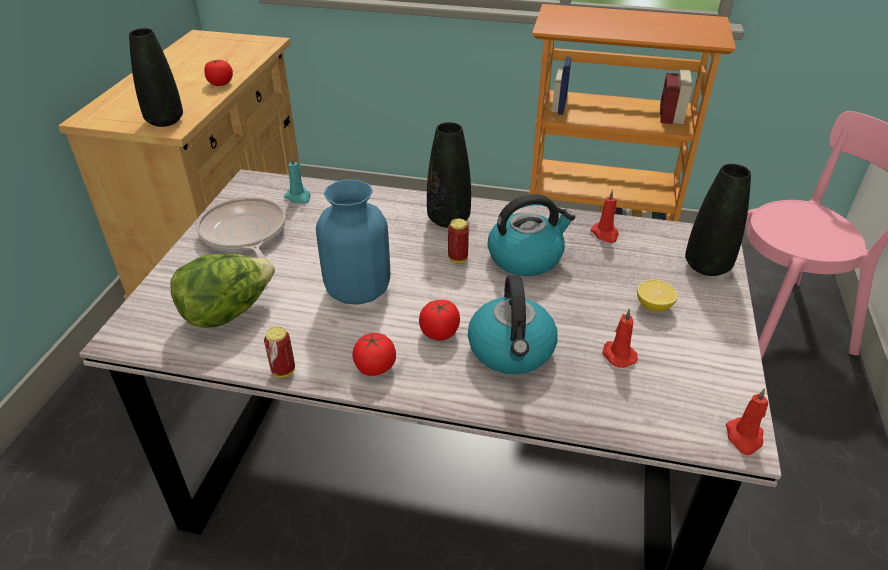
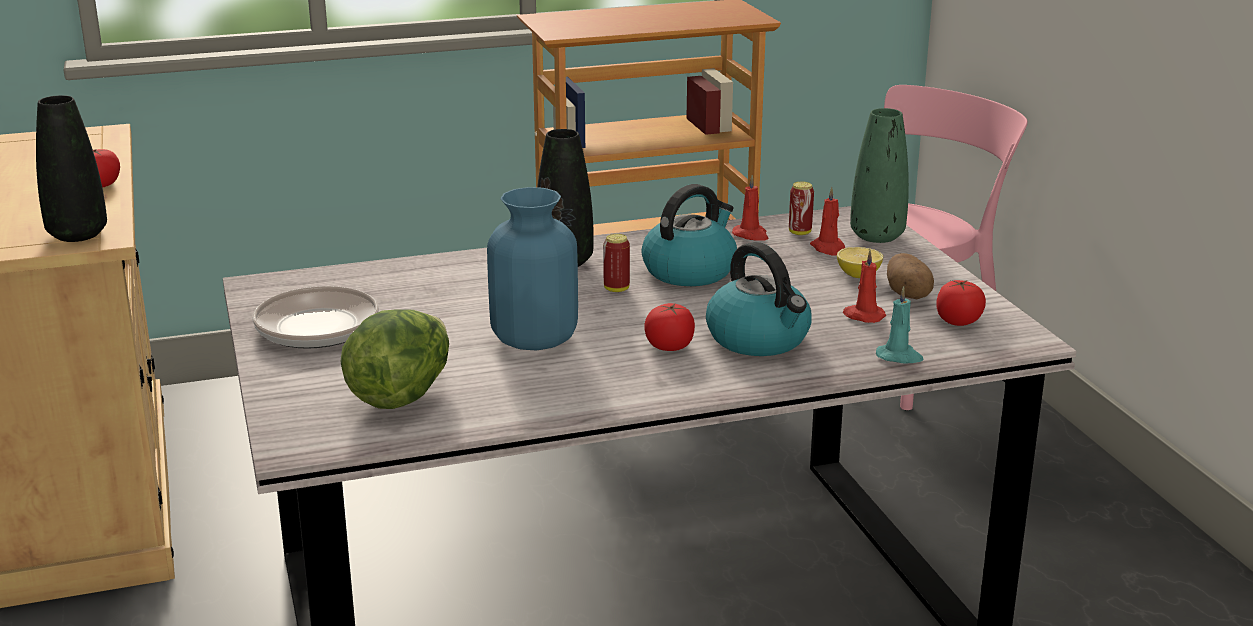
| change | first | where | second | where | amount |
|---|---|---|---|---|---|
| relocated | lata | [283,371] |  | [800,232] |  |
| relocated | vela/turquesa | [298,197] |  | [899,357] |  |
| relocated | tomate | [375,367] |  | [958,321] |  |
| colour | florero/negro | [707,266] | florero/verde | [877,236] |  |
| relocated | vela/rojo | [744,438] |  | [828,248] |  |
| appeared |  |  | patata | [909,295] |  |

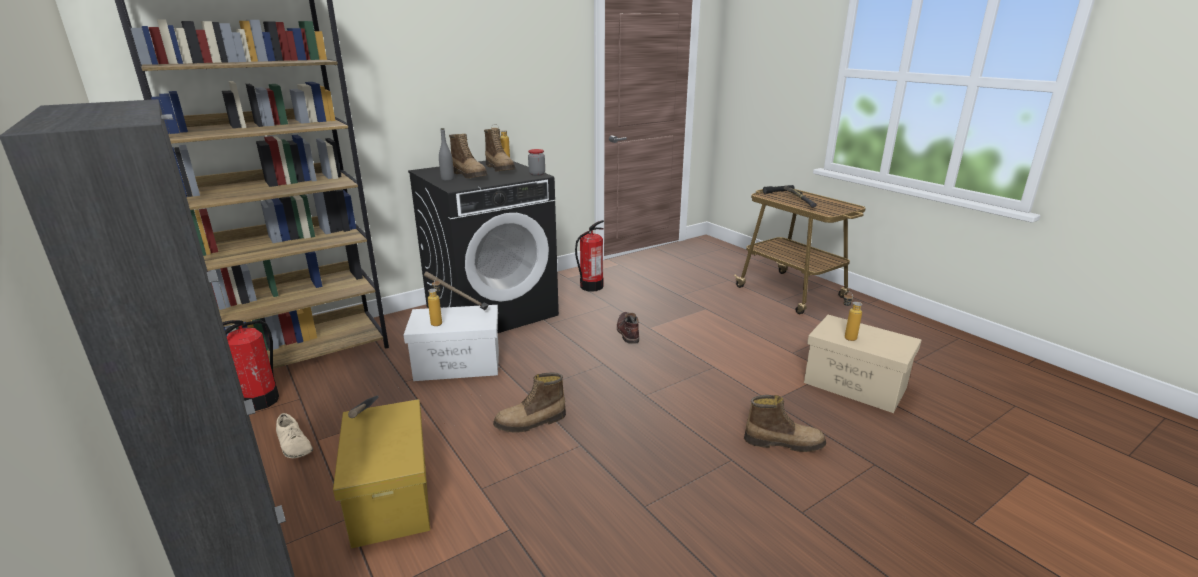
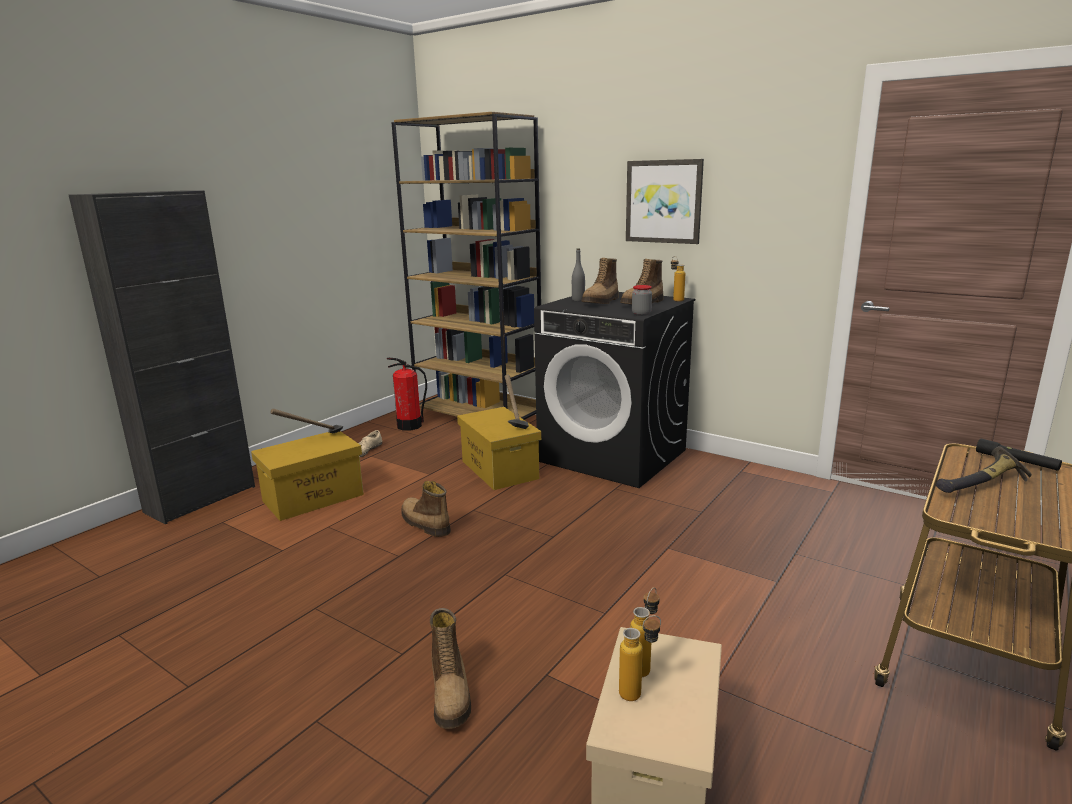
| change | first | where | second | where | amount |
|---|---|---|---|---|---|
| colour | caja de almacenaje/blanco | [458,364] | caja de almacenaje/amarillo | [500,470] |  |
| relocated | botella | [438,322] |  | [638,692] |  |
| missing | extintor | [591,286] |  |  |  |
| missing | bota/marrón | [627,332] |  |  |  |
| appeared |  |  | cuadro | [663,201] |  |

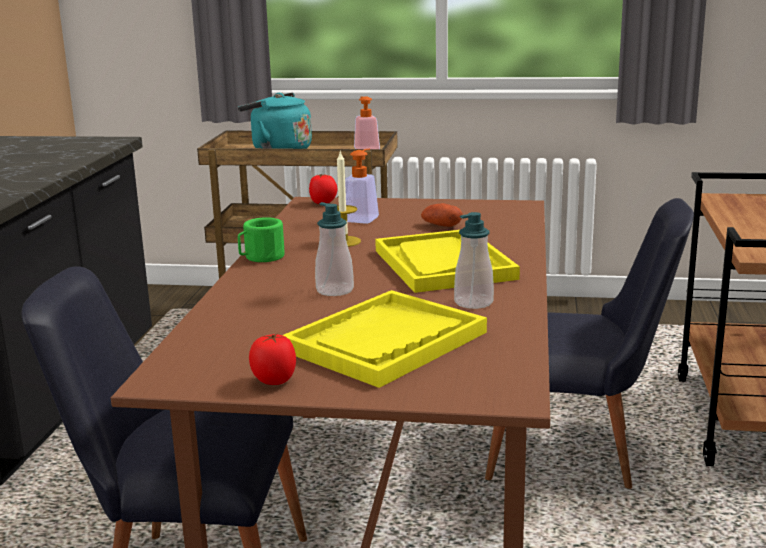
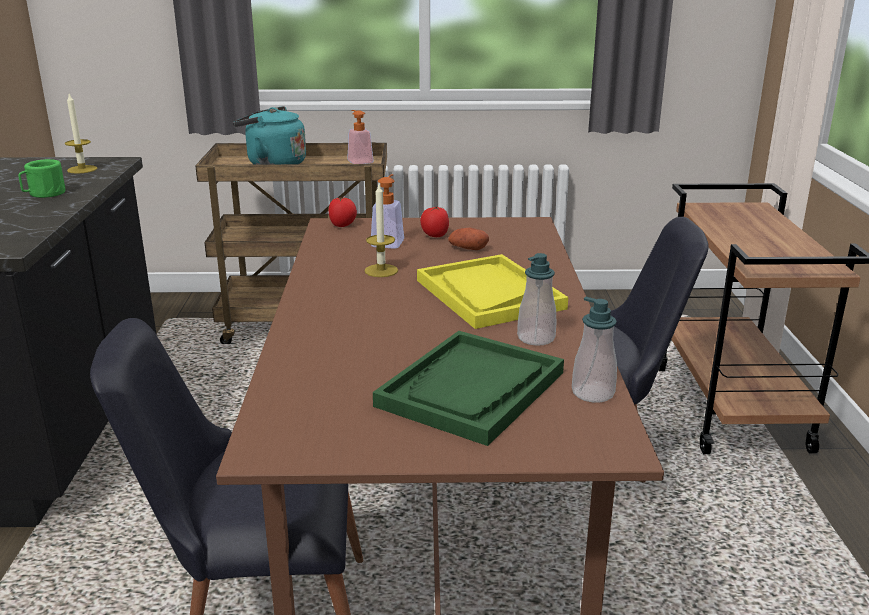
| change | first | where | second | where | amount |
|---|---|---|---|---|---|
| relocated | taza grande/verde | [261,257] |  | [43,194] |  |
| relocated | tomate | [274,381] |  | [435,236] |  |
| colour | bandeja/amarillo | [386,342] | bandeja/verde | [471,389] |  |
| relocated | dispensador de jabón | [334,290] |  | [593,393] |  |
| appeared |  |  | vela | [82,169] |  |

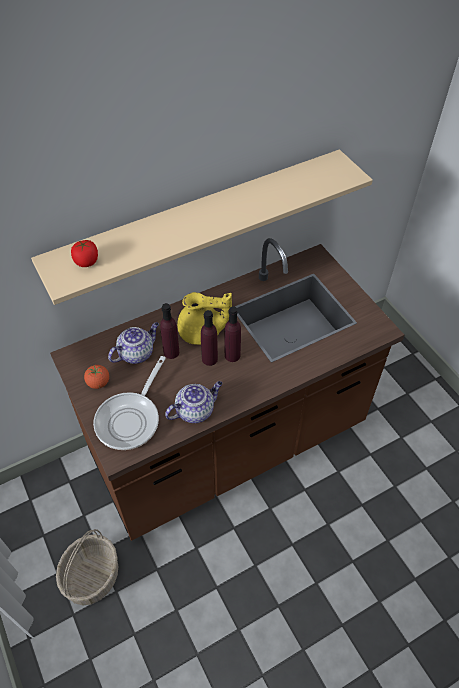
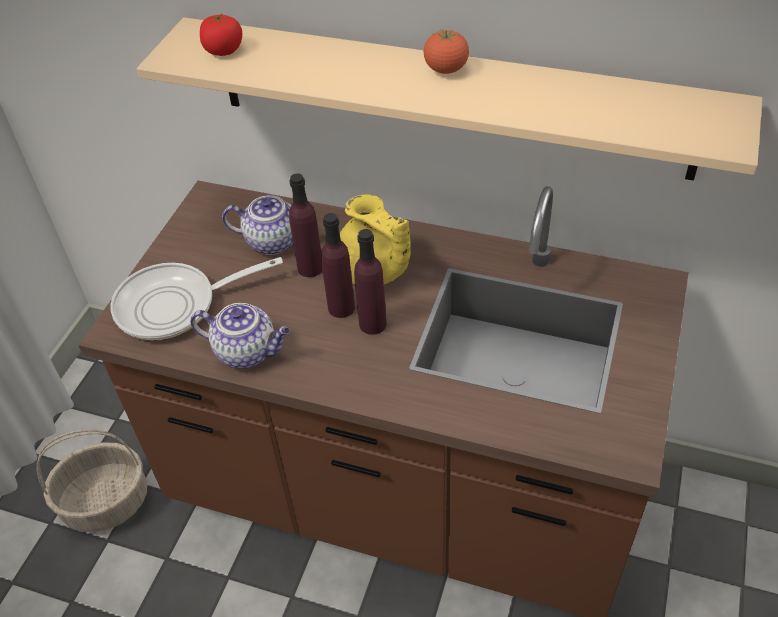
| change | first | where | second | where | amount |
|---|---|---|---|---|---|
| relocated | tomate | [98,383] |  | [446,70] |  |

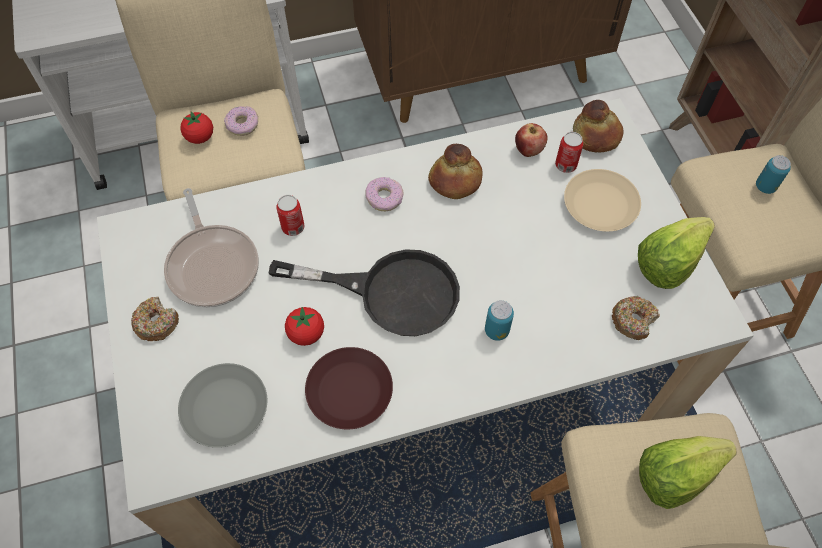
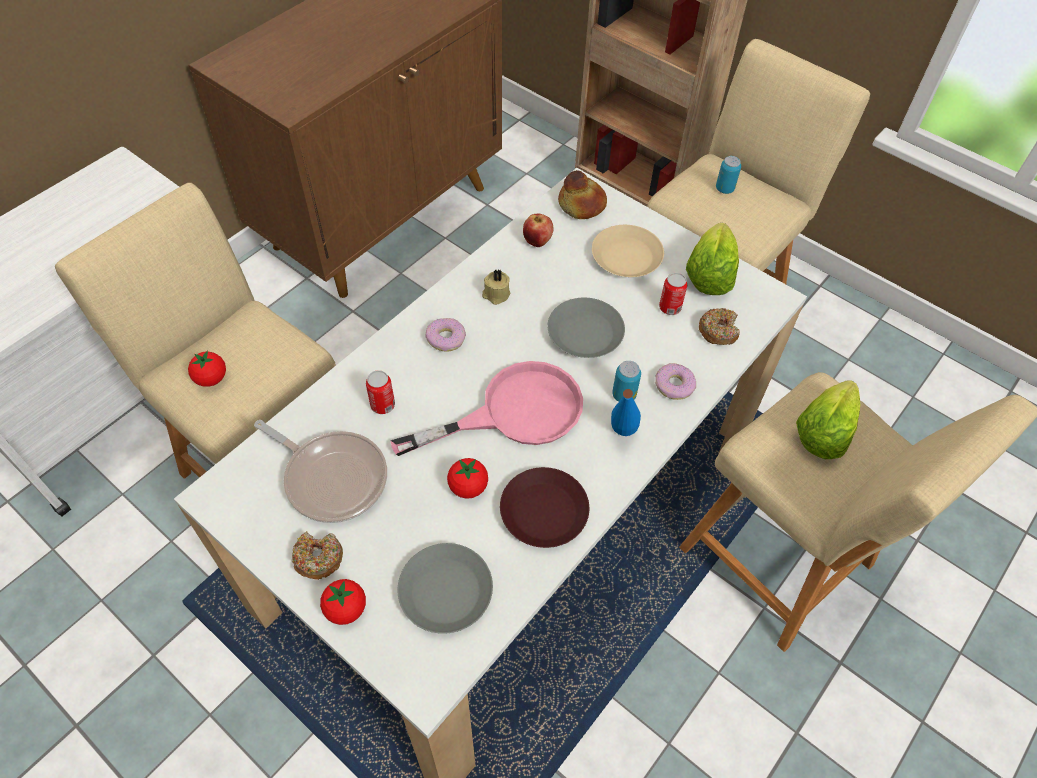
| change | first | where | second | where | amount |
|---|---|---|---|---|---|
| relocated | rosquilla | [242,125] |  | [674,386] |  |
| colour | sartén/negro | [390,292] | sartén/rosa | [514,412] |  |
| exchanged | pan | [455,181] | vela/beis | [496,294] |  |
| relocated | lata | [565,165] |  | [670,307] |  |
| appeared |  |  | tomate | [346,609] |  |
| appeared |  |  | plato/gris | [585,333] |  |
| appeared |  |  | botella/azul | [620,438] |  |

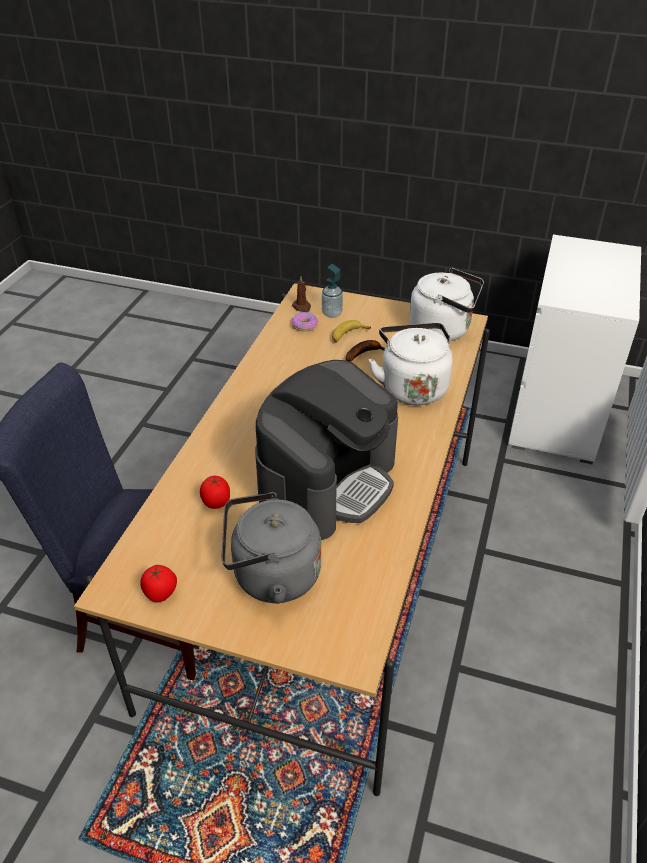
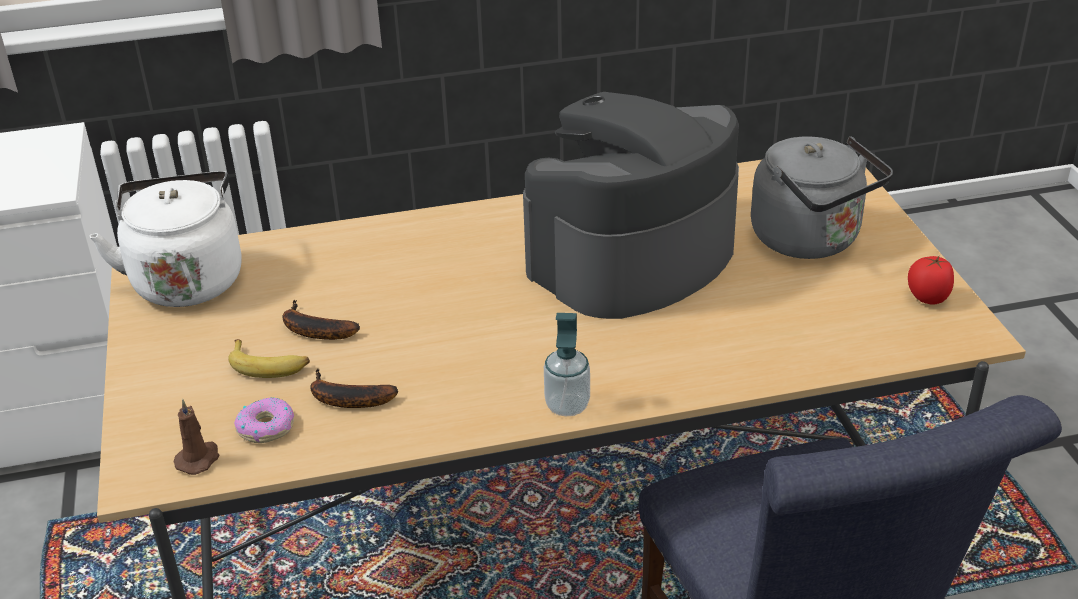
| change | first | where | second | where | amount |
|---|---|---|---|---|---|
| missing | tomate | [216,502] |  |  |  |
| spun | cafetera | [327,481] |  | [631,258] | 45 degrees counterclockwise |
| relocated | dispensador de jabón | [332,313] |  | [567,406] |  |
| missing | hervidor/blanco | [412,386] |  |  |  |
| appeared |  |  | plátano | [345,399] |  |

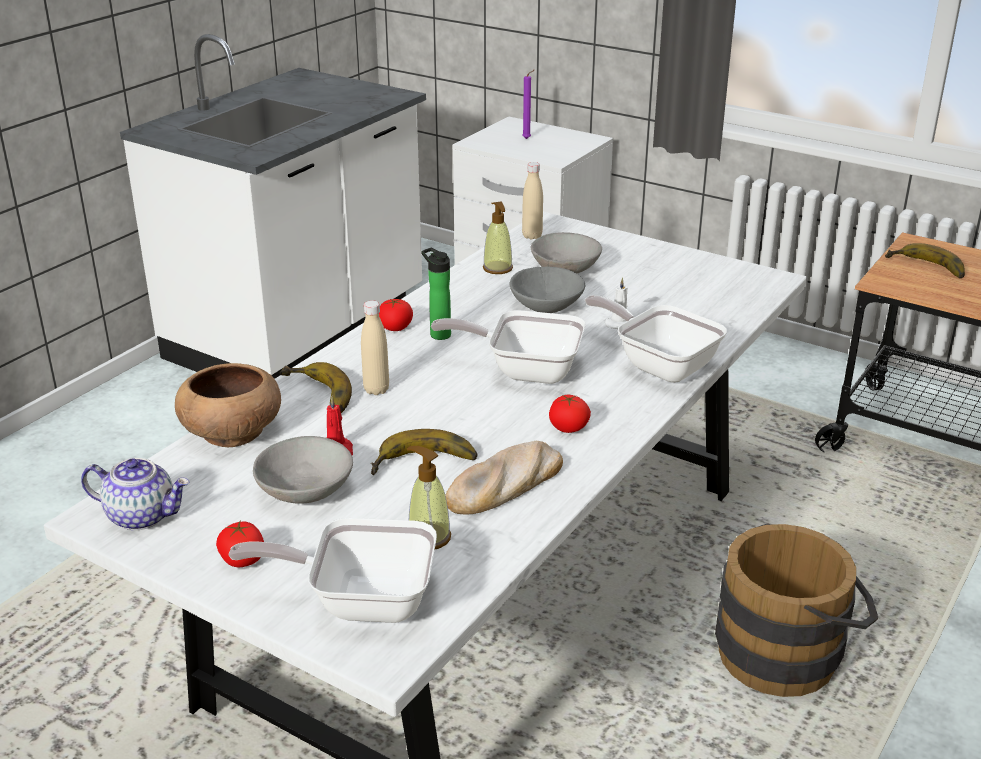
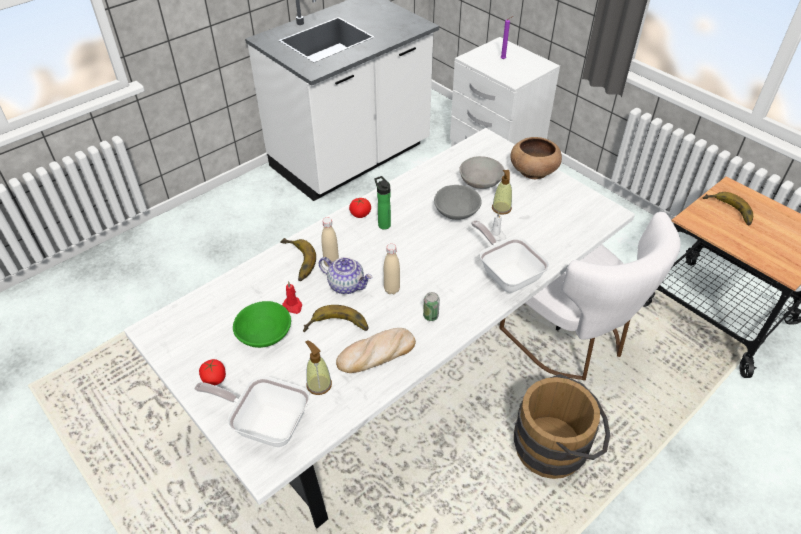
| change | first | where | second | where | amount |
|---|---|---|---|---|---|
| relocated | tetera | [142,515] |  | [347,285] |  |
| relocated | cuenco/marrón | [231,432] |  | [533,171] |  |
| colour | cuenco/gris | [304,491] | cuenco/verde | [264,334] |  |
| missing | sartén | [525,370] |  |  |  |
| relocated | dispensador de jabón | [498,268] |  | [501,208] |  |
| relocated | botella/beis | [532,236] |  | [391,289] |  |
| exchanged | tomate | [568,428] | lata | [430,316] |  |
| appeared |  |  | silla/blanco | [571,340] |  |

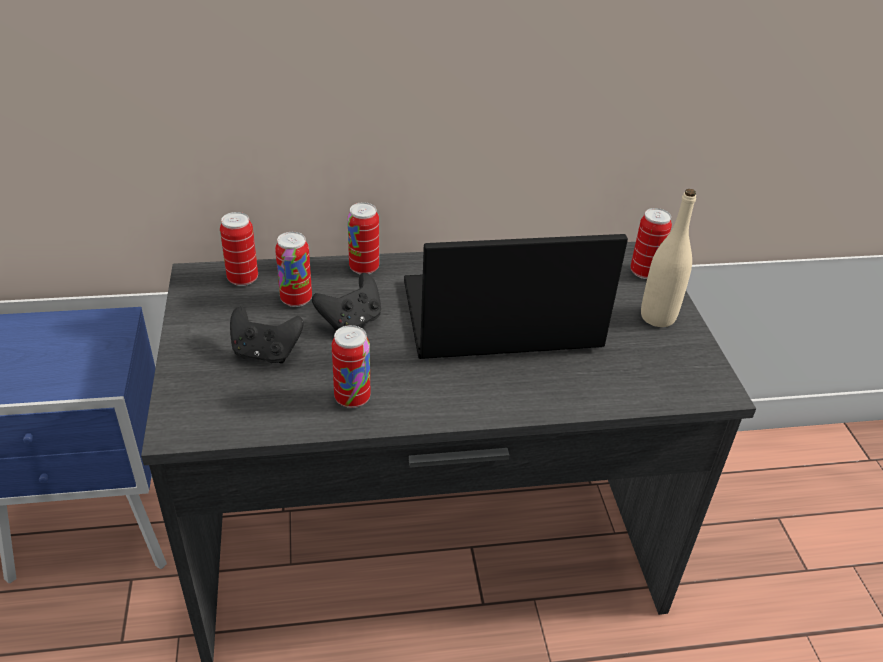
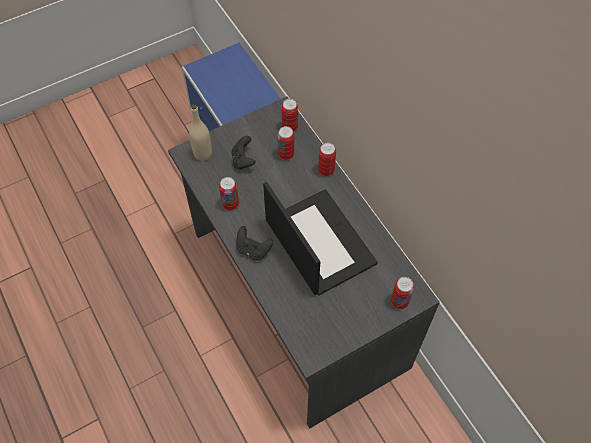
| change | first | where | second | where | amount |
|---|---|---|---|---|---|
| relocated | mando de consola/negro | [351,321] |  | [253,250] |  |
| relocated | botella/beis | [657,317] |  | [203,154] |  |

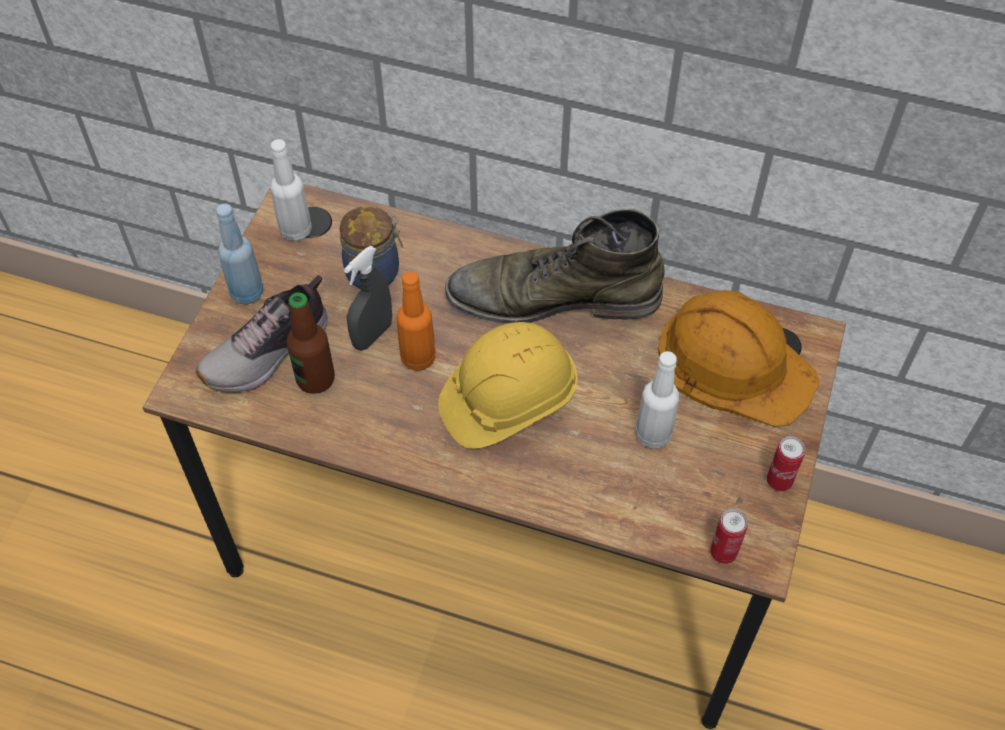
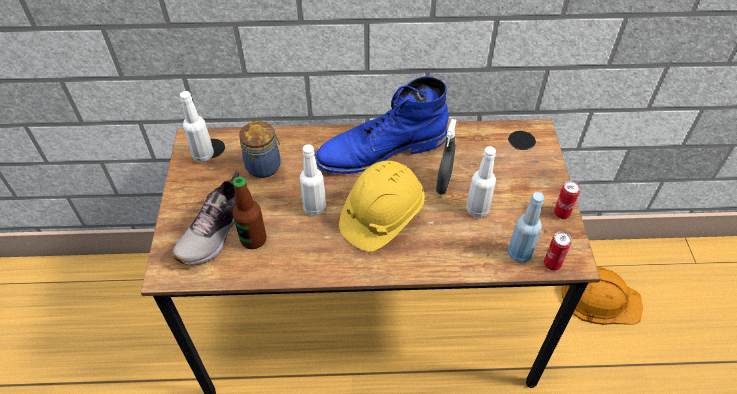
| change | first | where | second | where | amount |
|---|---|---|---|---|---|
| relocated | botella/azul | [247,293] |  | [519,254] |  |
| relocated | pulverizador/gris | [372,335] |  | [443,184] |  |
| colour | botella/naranja | [418,358] | botella/blanco | [314,208] |  |
| colour | bota/verde | [553,297] | bota/azul | [381,150] |  |
| relocated | casco/naranja | [734,363] |  | [600,298] |  |

